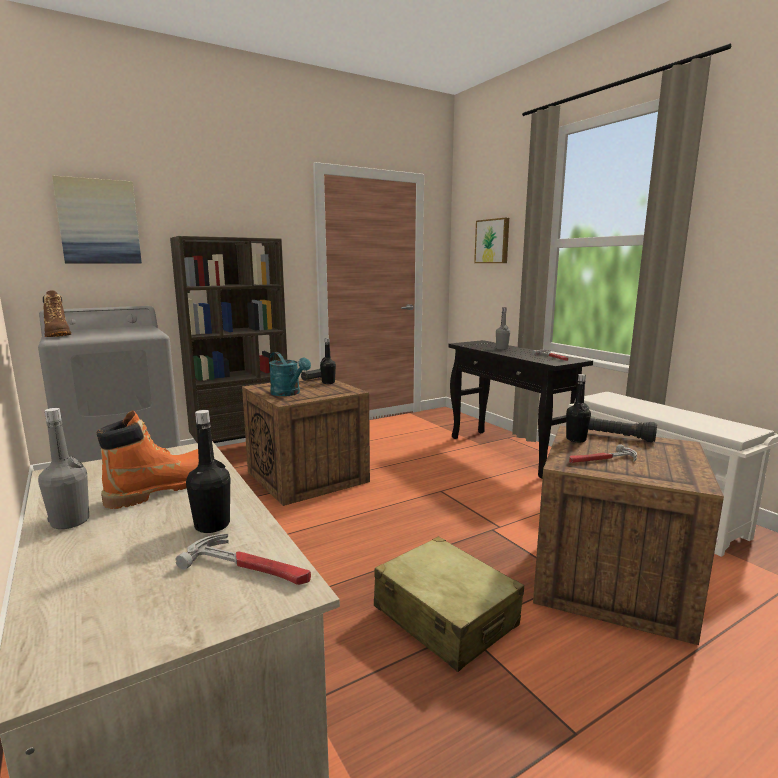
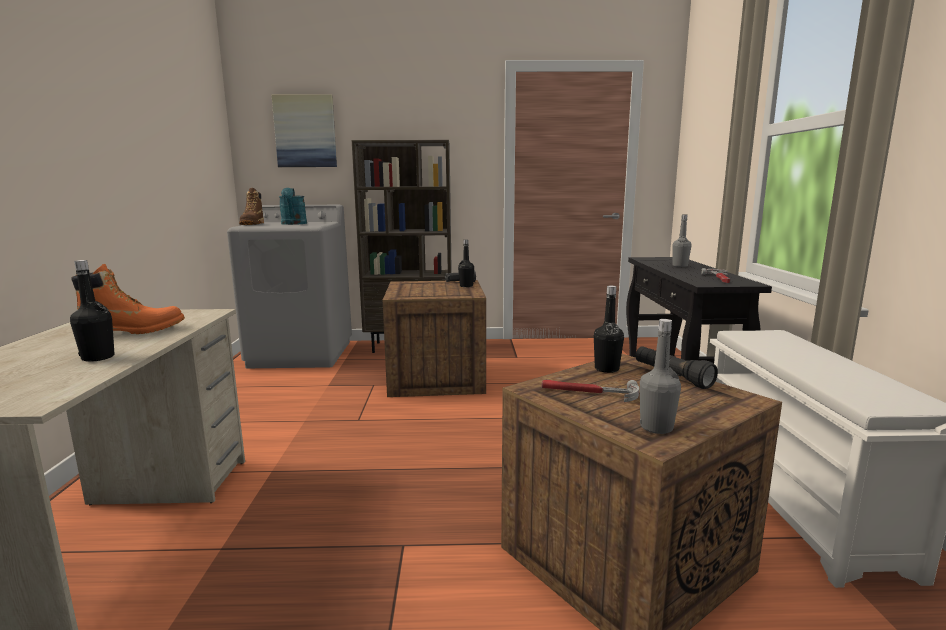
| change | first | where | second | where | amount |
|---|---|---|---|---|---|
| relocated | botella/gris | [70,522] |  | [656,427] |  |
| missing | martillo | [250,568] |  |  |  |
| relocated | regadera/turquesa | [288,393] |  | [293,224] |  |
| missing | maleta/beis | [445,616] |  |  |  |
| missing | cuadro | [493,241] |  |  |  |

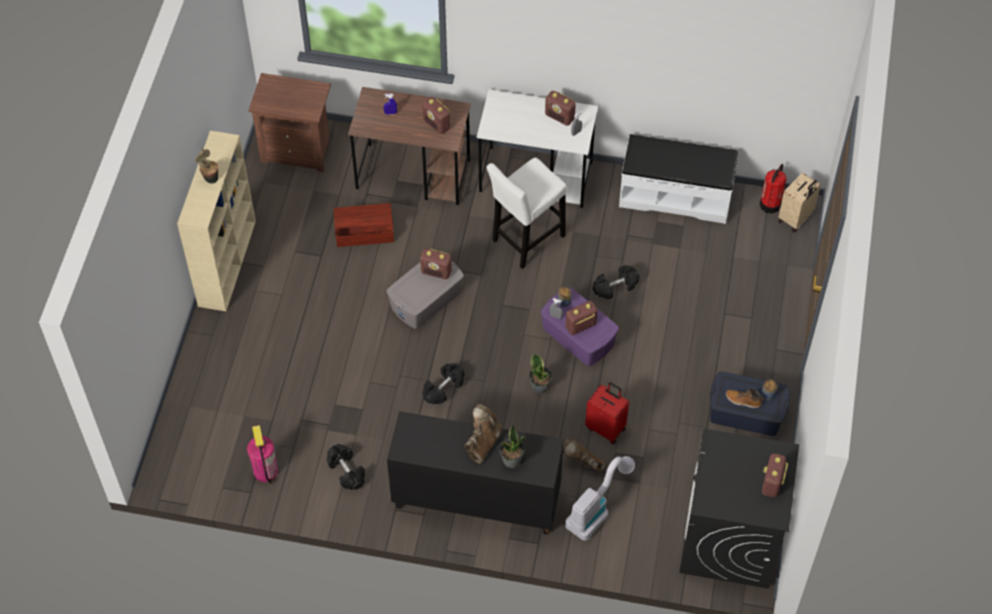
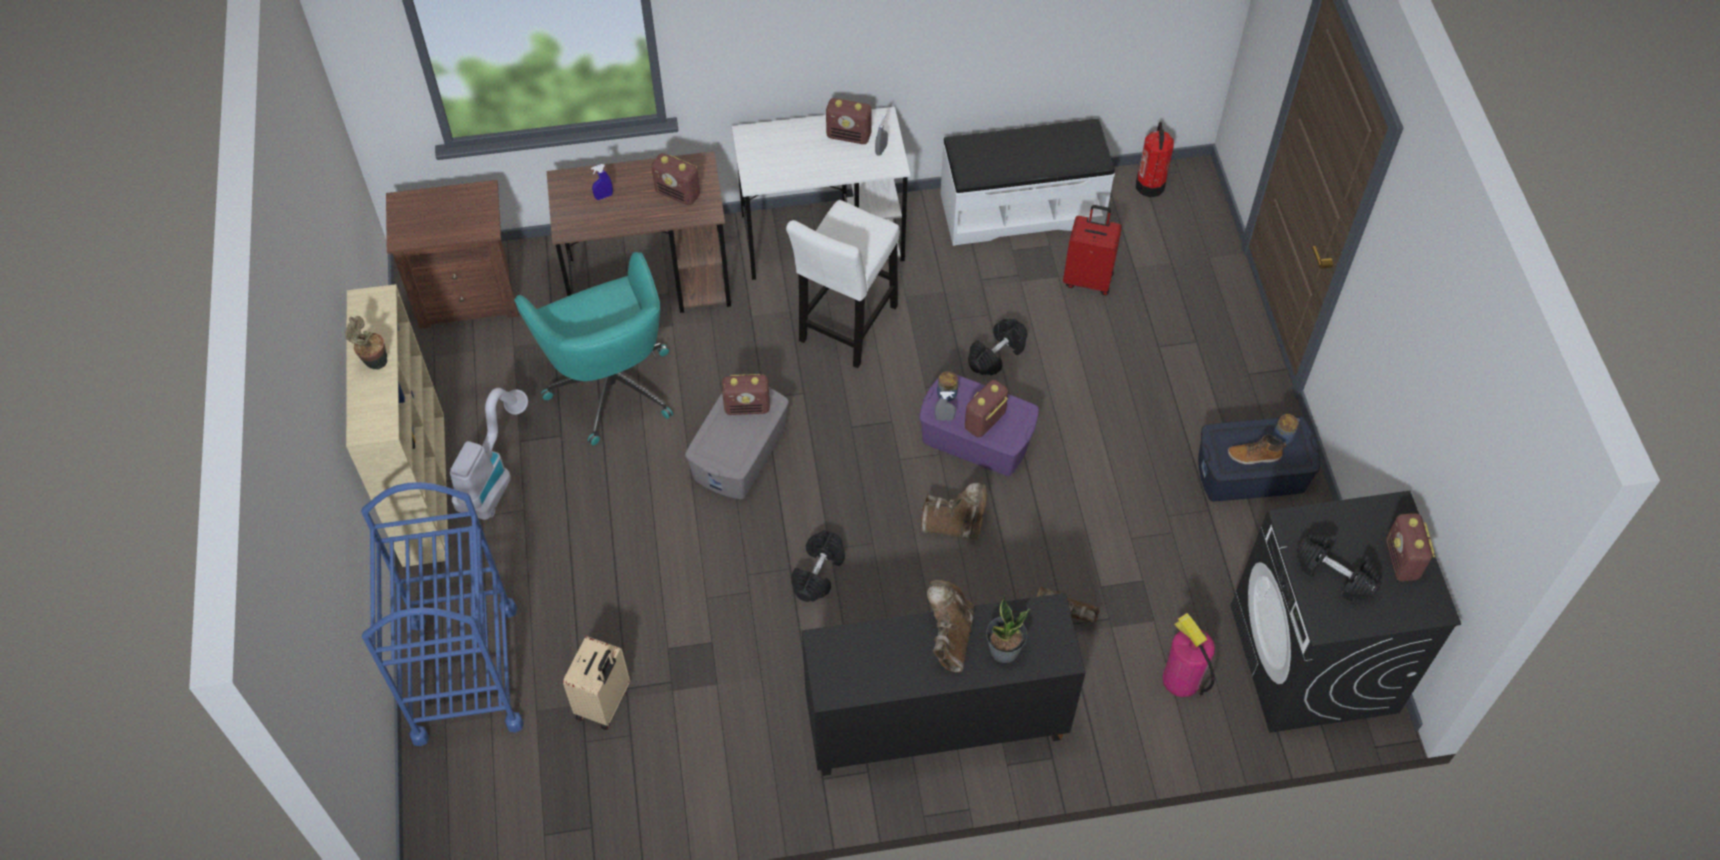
| change | first | where | second | where | amount |
|---|---|---|---|---|---|
| relocated | extintor | [265,471] |  | [1181,679] |  |
| relocated | mancuerna/negro | [346,471] |  | [1335,574] |  |
| exchanged | caja de almacenaje/marrón | [364,233] | silla de oficina/turquesa | [611,385] |  |
| exchanged | planta en maceta | [540,386] | bota/marrón | [954,526] |  |
| relocated | aspiradora | [596,509] |  | [493,475] |  |
| relocated | maleta/rojo | [606,428] |  | [1088,279] |  |
| relocated | maleta/beis | [795,219] |  | [604,703] |  |
| appeared |  |  | carrito/azul | [465,673] |  |

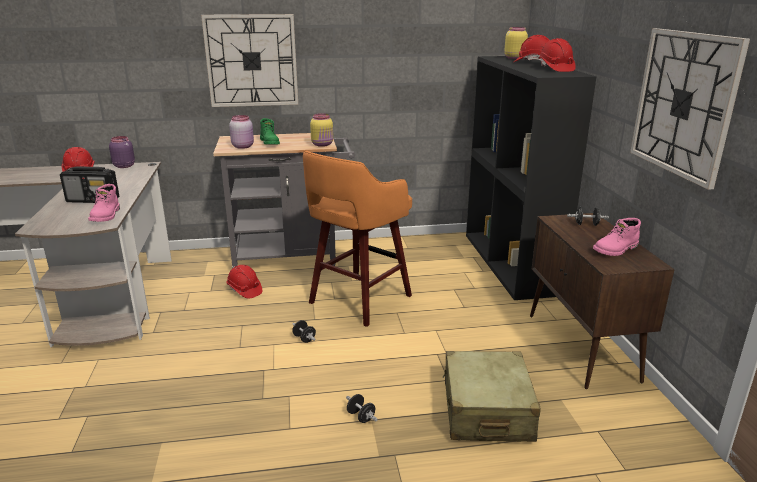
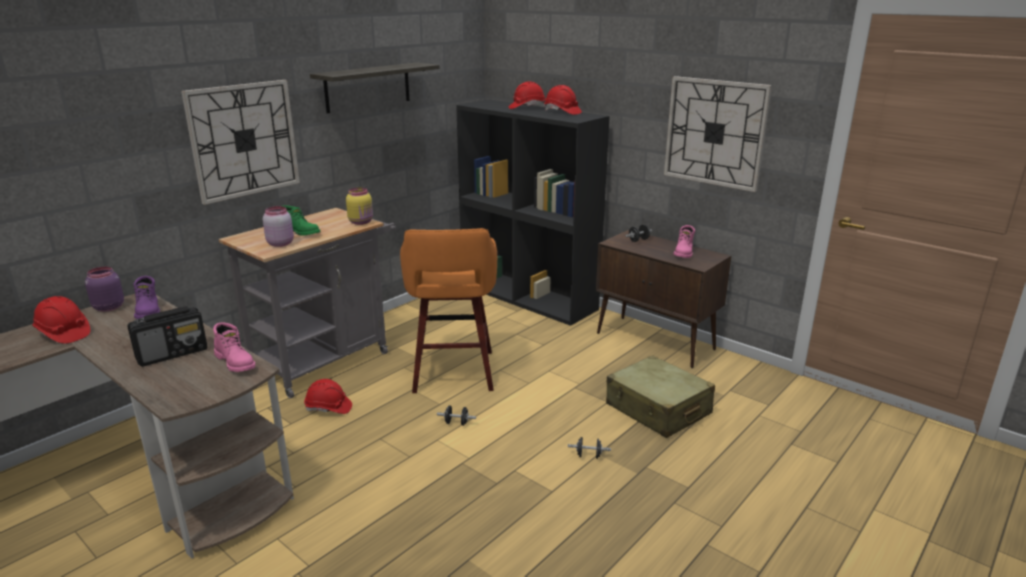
| change | first | where | second | where | amount |
|---|---|---|---|---|---|
| missing | tarro/amarillo | [514,58] |  |  |  |
| appeared |  |  | bota/morado | [149,311] |  |
| appeared |  |  | estante | [368,87] |  |

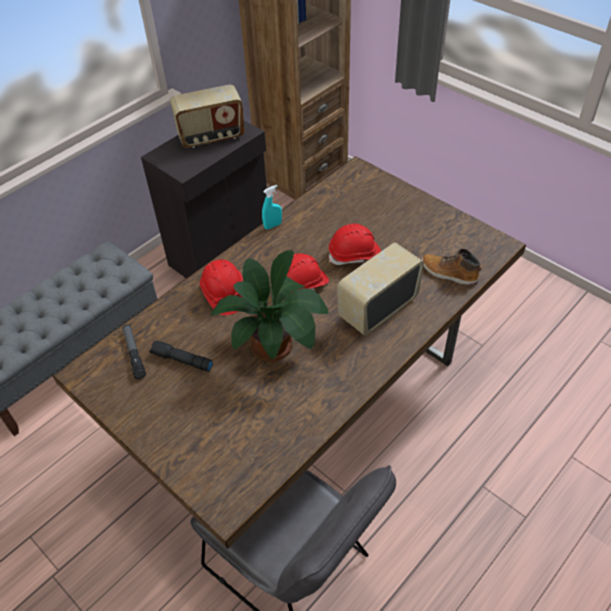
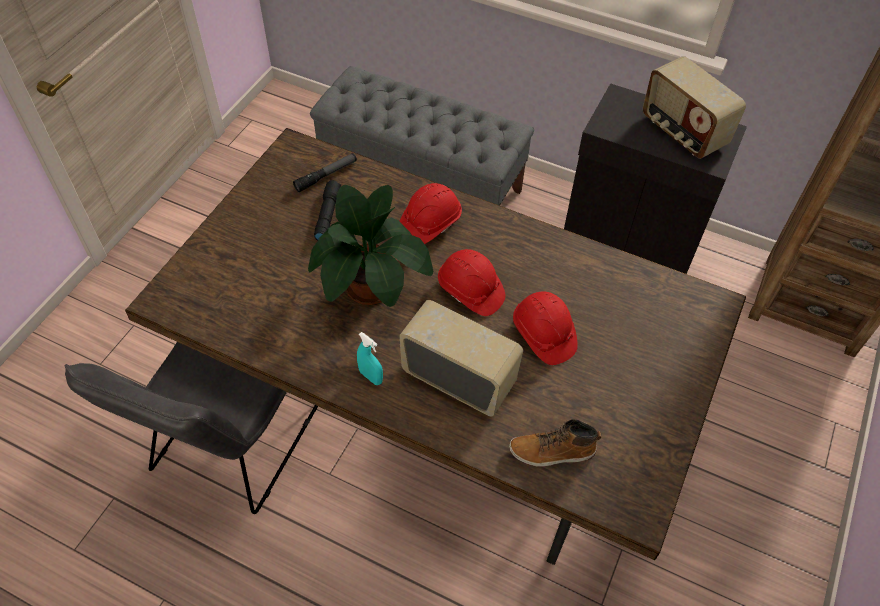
| change | first | where | second | where | amount |
|---|---|---|---|---|---|
| relocated | pulverizador/turquesa | [273,225] |  | [371,377] |  |
| spun | bota | [449,273] |  | [552,452] | 105 degrees counterclockwise |

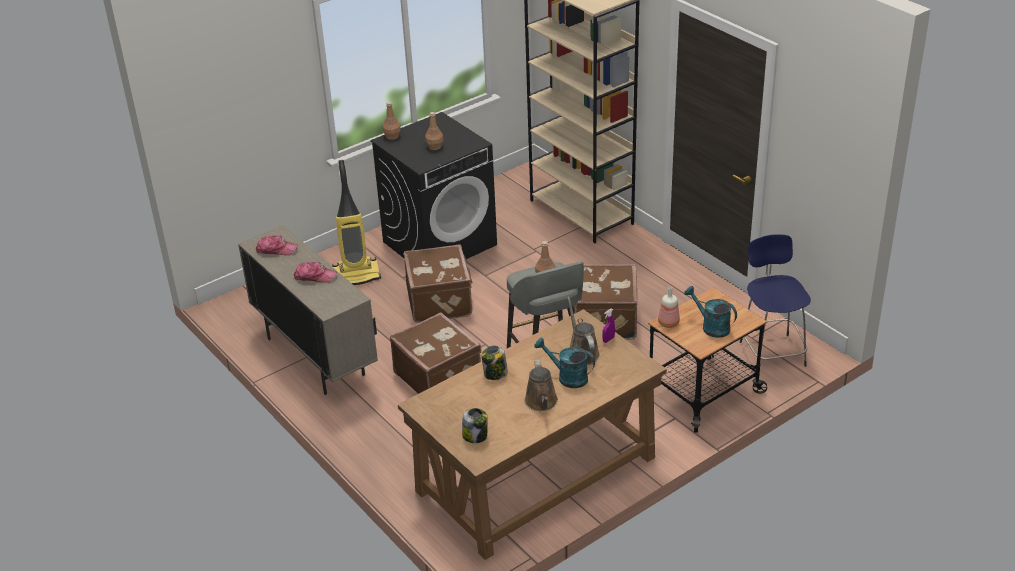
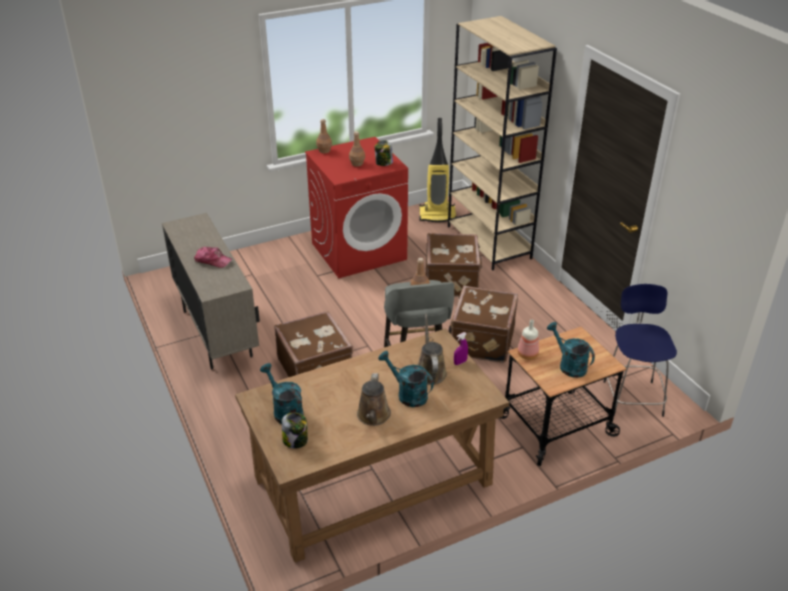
| change | first | where | second | where | amount |
|---|---|---|---|---|---|
| missing | gorra | [276,249] |  |  |  |
| relocated | aspiradora | [357,275] |  | [437,215] |  |
| colour | lavadora/negro | [440,243] | lavadora/rojo | [359,251] |  |
| relocated | maleta/marrón | [440,301] |  | [452,281] |  |
| relocated | tarro | [495,374] |  | [383,163] |  |
| appeared |  |  | regadera/turquesa | [285,411] |  |

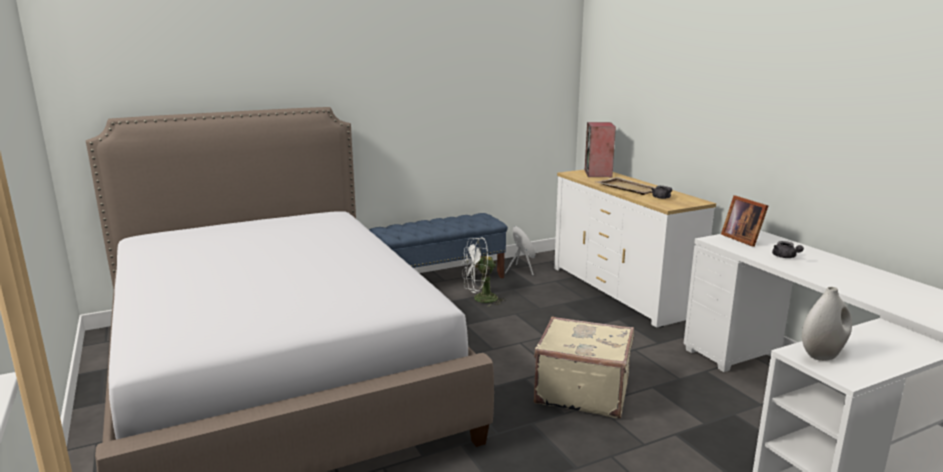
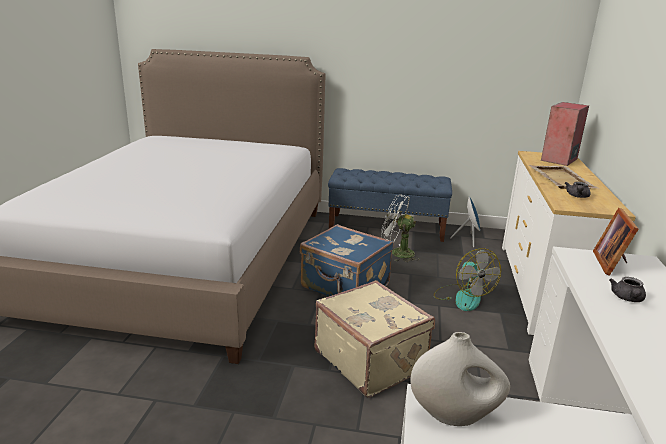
| change | first | where | second | where | amount |
|---|---|---|---|---|---|
| appeared |  |  | maleta/azul | [345,287] |  |
| appeared |  |  | ventilador | [462,297] |  |

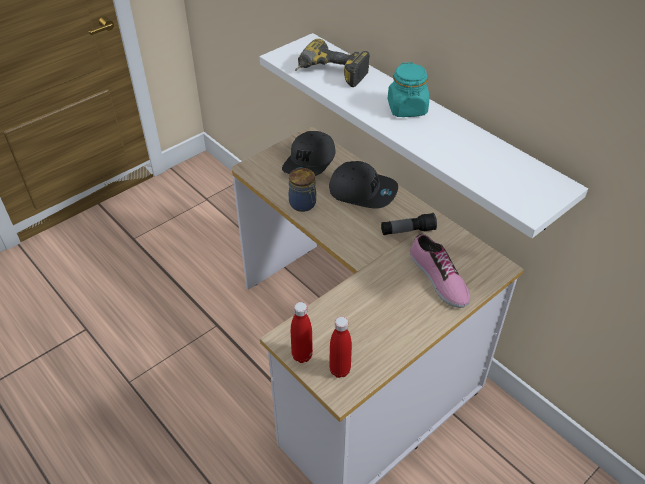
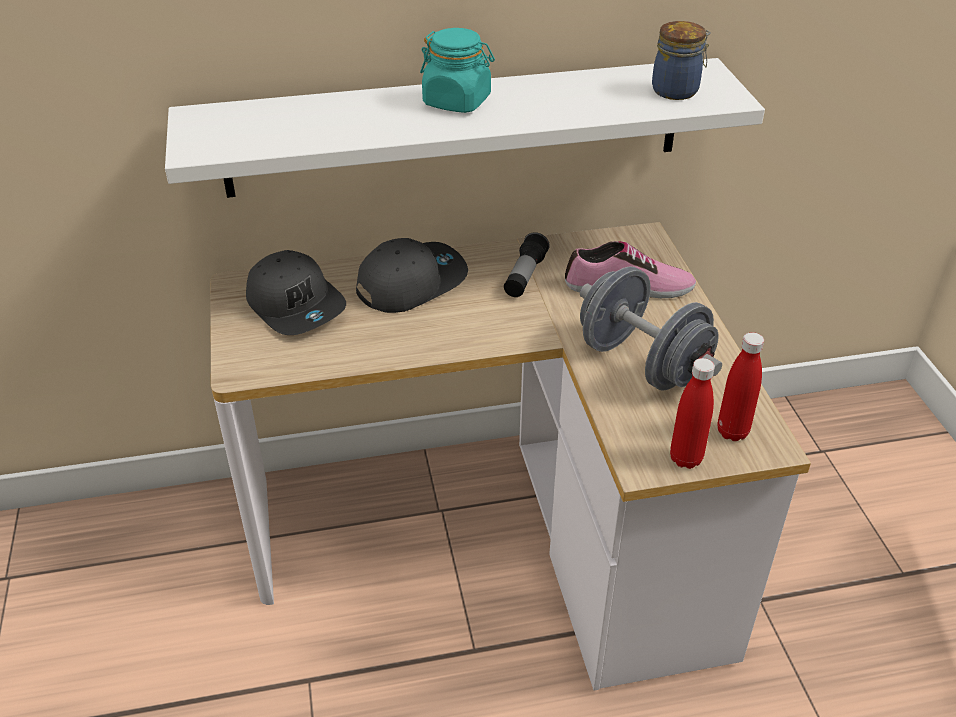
| change | first | where | second | where | amount |
|---|---|---|---|---|---|
| relocated | tarro | [303,204] |  | [677,90] |  |
| missing | taladro | [329,75] |  |  |  |
| appeared |  |  | mancuerna/gris | [642,363] |  |

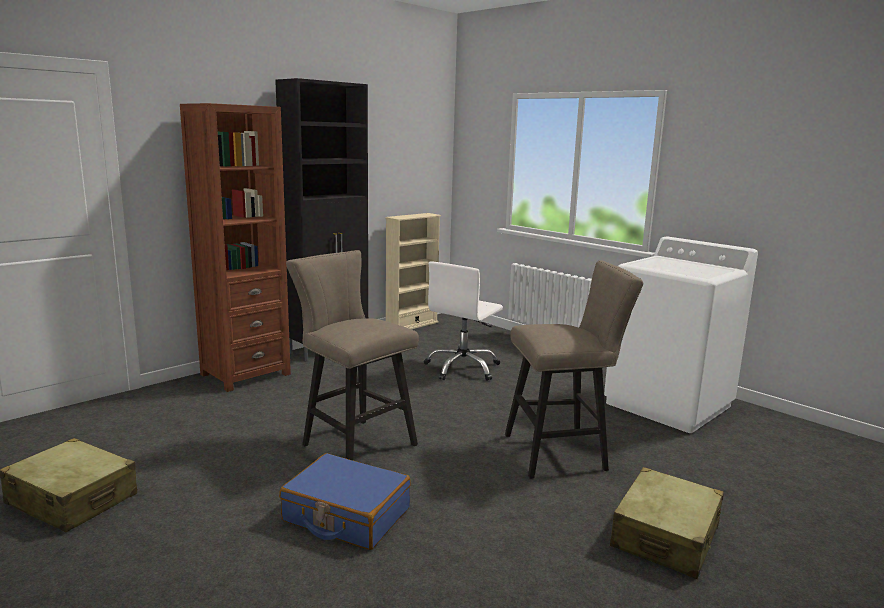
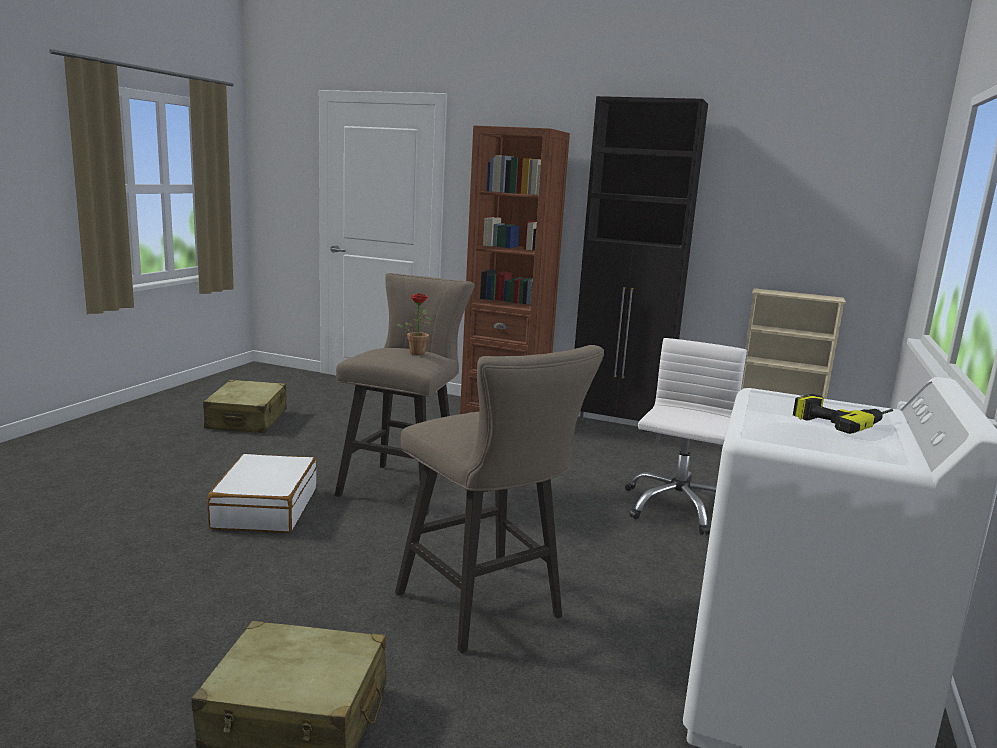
| change | first | where | second | where | amount |
|---|---|---|---|---|---|
| colour | maleta/azul | [346,515] | maleta/blanco | [265,508] |  |
| spun | silla de oficina/blanco | [463,368] |  | [676,507] | 105 degrees clockwise |
| appeared |  |  | planta en maceta | [417,352] |  |
| appeared |  |  | taladro | [842,419] |  |

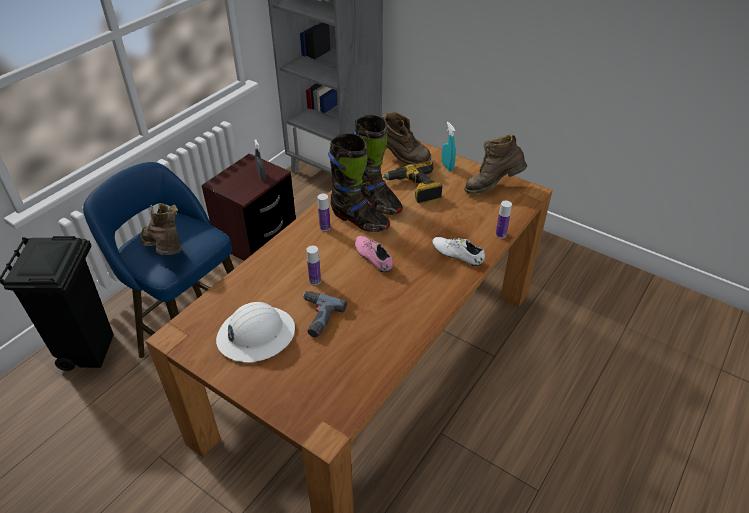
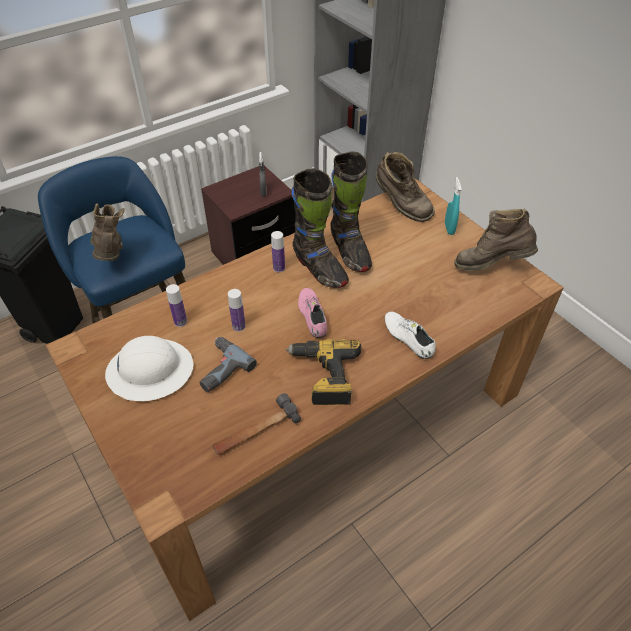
| change | first | where | second | where | amount |
|---|---|---|---|---|---|
| relocated | taladro | [415,188] |  | [324,376] |  |
| relocated | botella | [500,234] |  | [180,322] |  |
| appeared |  |  | martillo | [256,430] |  |

